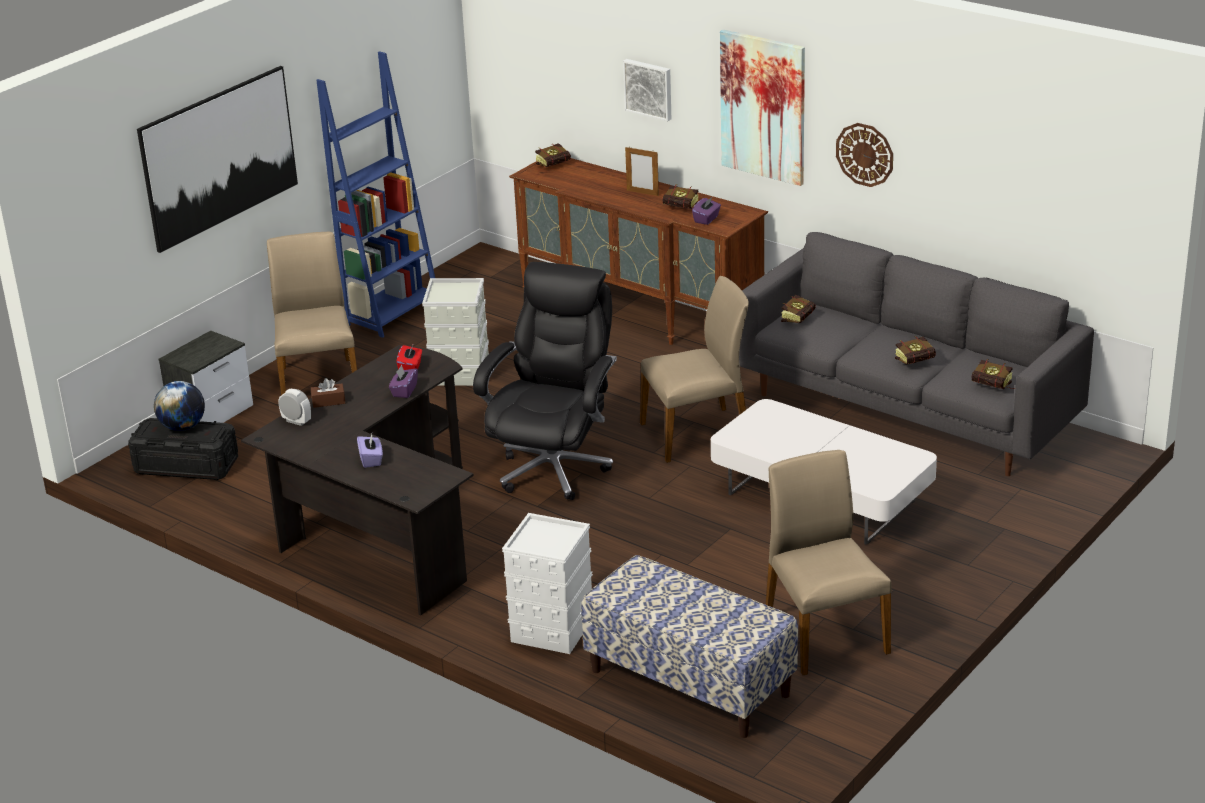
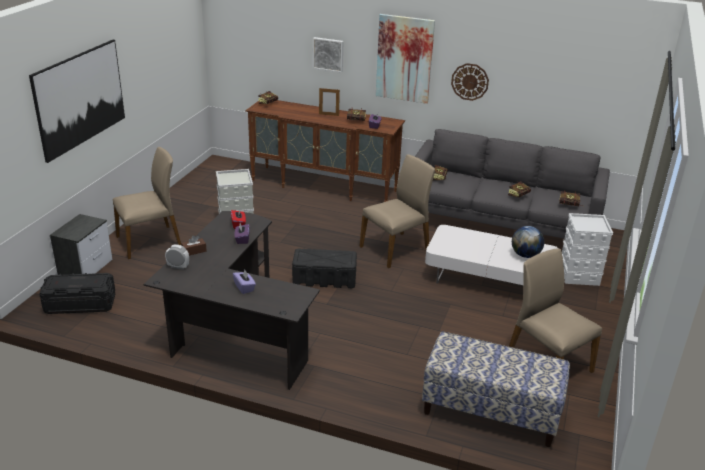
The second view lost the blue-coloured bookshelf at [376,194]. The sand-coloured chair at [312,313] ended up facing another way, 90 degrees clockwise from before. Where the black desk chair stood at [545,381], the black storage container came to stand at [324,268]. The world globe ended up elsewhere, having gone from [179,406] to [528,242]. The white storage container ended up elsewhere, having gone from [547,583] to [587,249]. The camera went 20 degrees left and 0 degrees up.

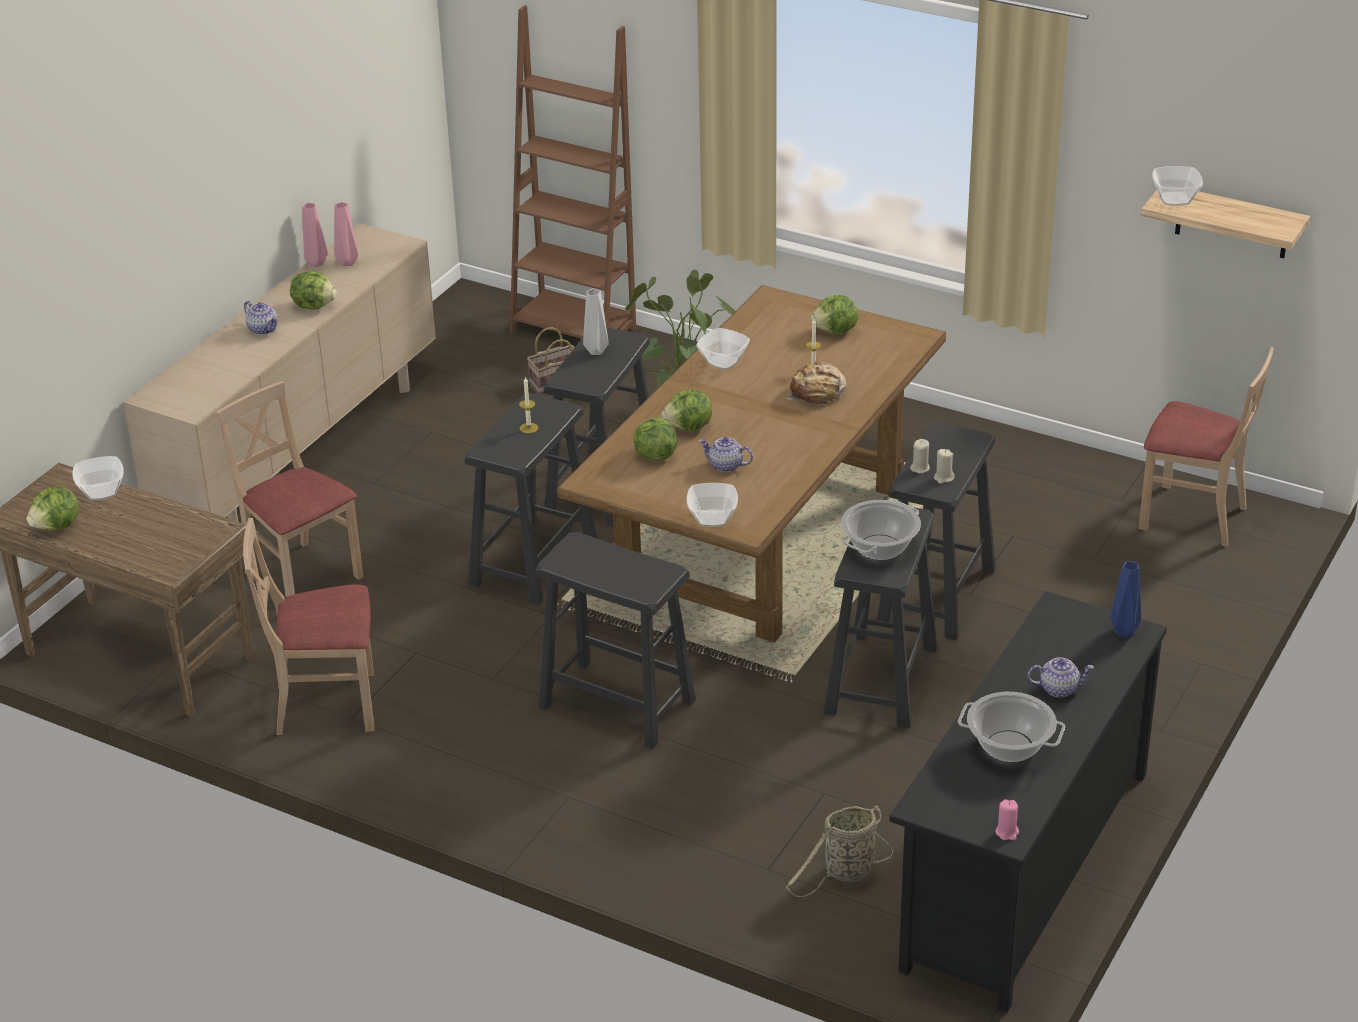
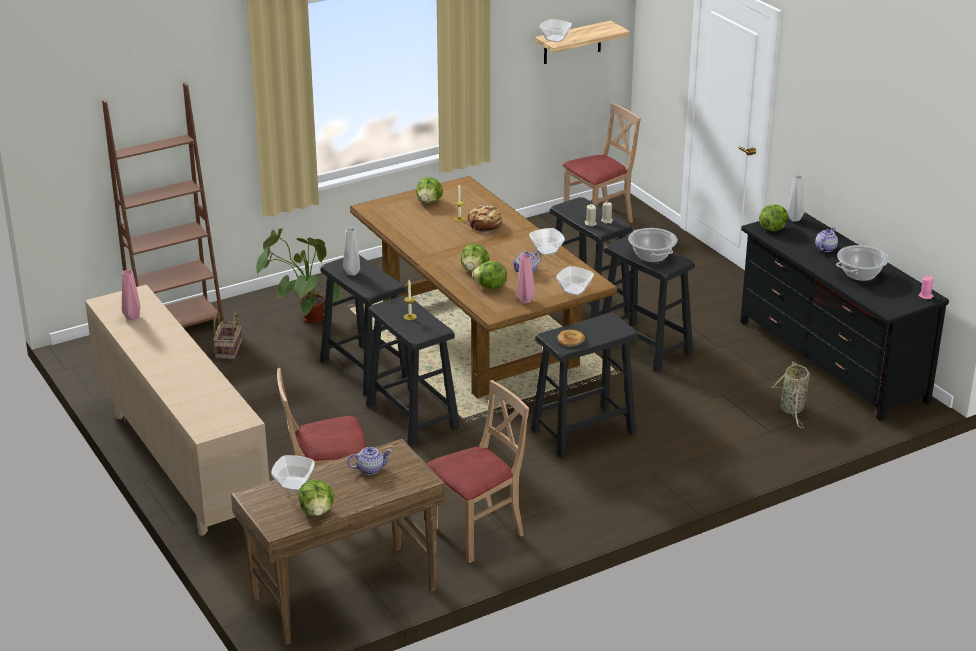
The pink-coloured decorative vase ended up elsewhere, having gone from [315,235] to [526,278]. The lettuce ended up elsewhere, having gone from [313,290] to [773,217]. The tea pot ended up elsewhere, having gone from [261,318] to [369,461]. The deep dish ended up elsewhere, having gone from [723,349] to [547,241]. The sand-coloured chair at [309,626] ended up facing another way, 150 degrees counterclockwise from before. What was the blue-coloured decorative vase at [1126,599] turned into the greyish decorative vase at [796,198]. The second view gained the bread at [571,338]. The camera went 60 degrees left and 5 degrees down.

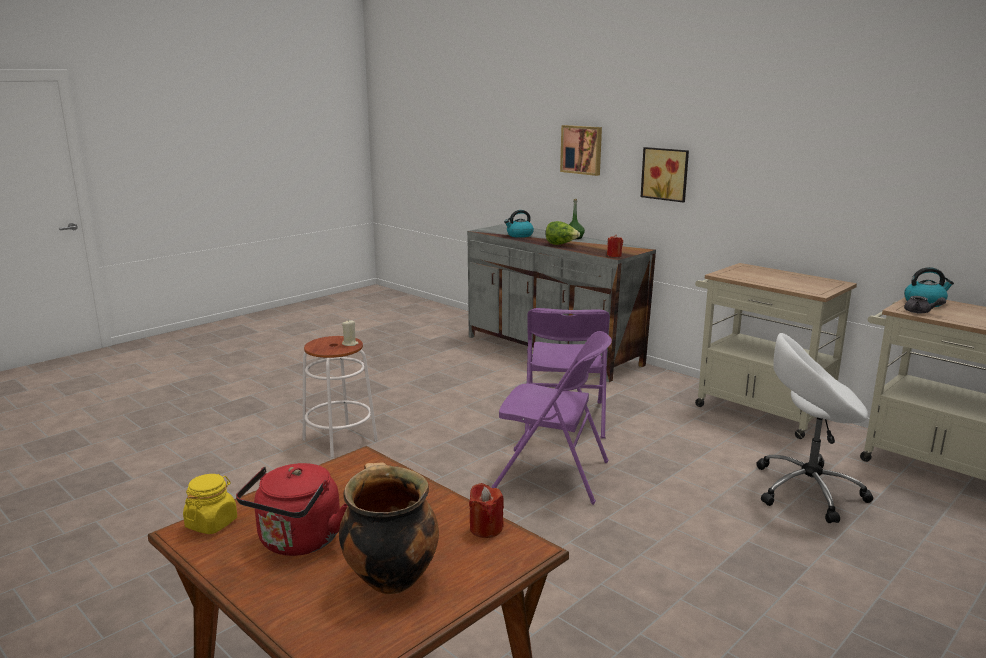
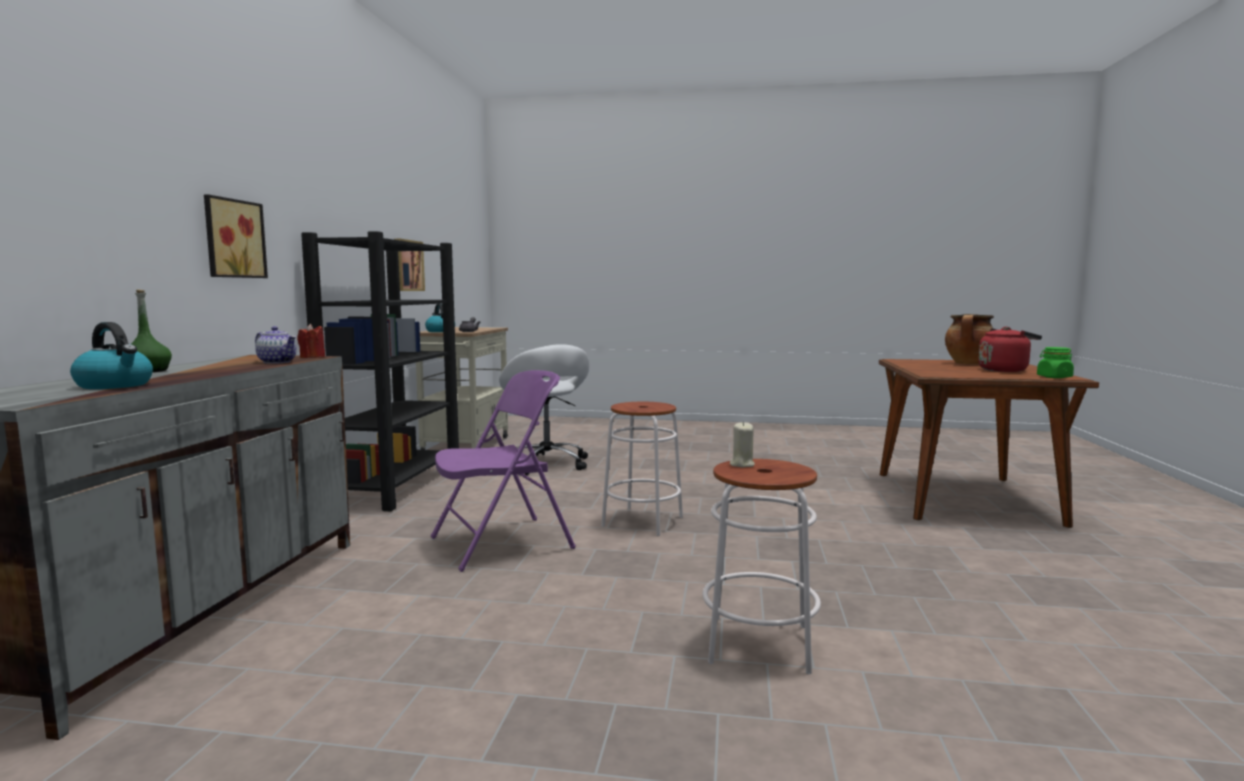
The wall art ended up elsewhere, having gone from [581,150] to [409,265]. The second view lost the lettuce at [563,233]. Where the sand-coloured trolley stood at [776,351], the black bookshelf came to stand at [380,371]. Where the purplish chair stood at [552,418], the white sitting stool came to stand at [642,469]. What was the yellow-coloured preserve jar at [210,504] turned into the greenish preserve jar at [1055,362]. The second view lost the red candle at [486,510]. The second view gained the tea pot at [276,345]. The camera went 125 degrees left and 10 degrees down.

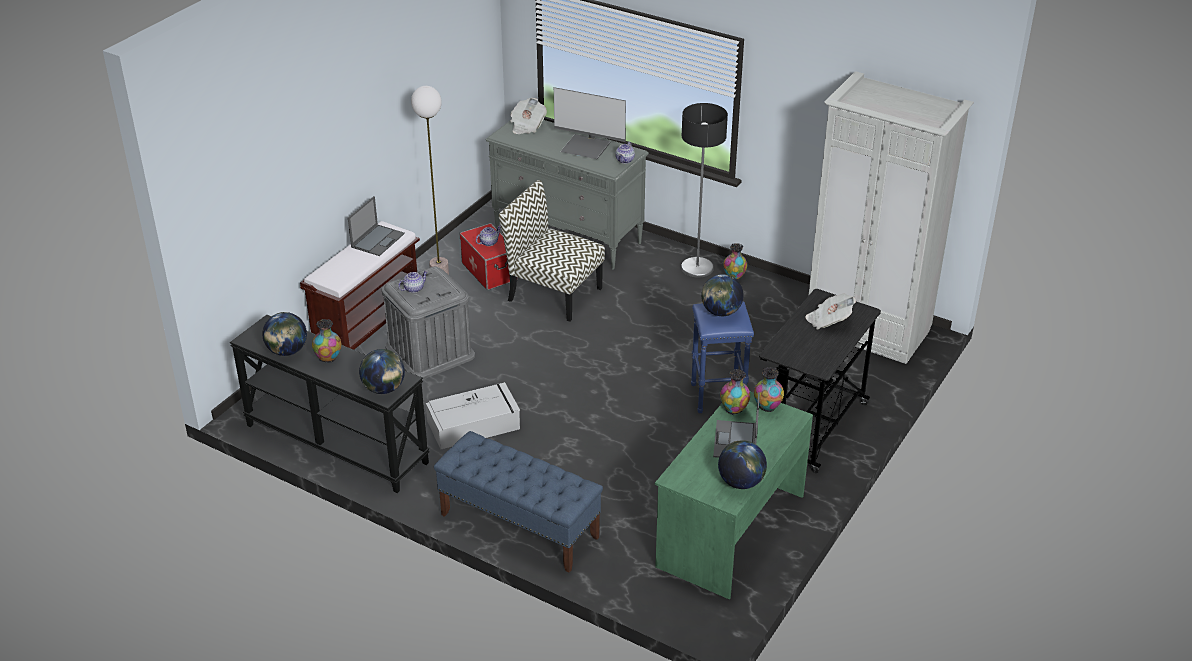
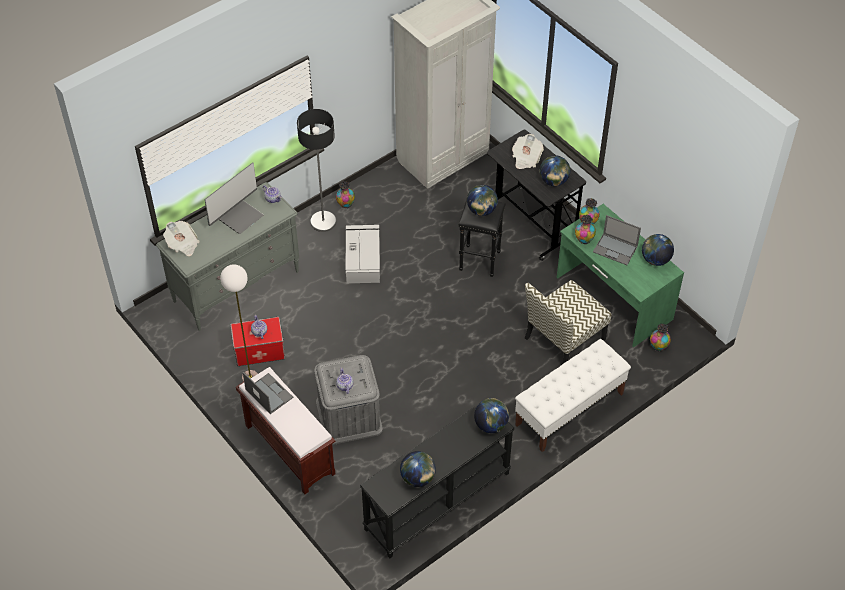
The chair ended up elsewhere, having gone from [552,251] to [568,322]. What was the blue-coloured sitting stool at [722,357] turned into the black sitting stool at [482,238]. The decorative vase ended up elsewhere, having gone from [326,341] to [660,338]. The greyish storage container ended up elsewhere, having gone from [473,415] to [362,254]. What was the blue-coloured indoor bench at [518,502] turned into the white indoor bench at [573,395]. The second view gained the world globe at [555,170]. The camera went 70 degrees left and 15 degrees up.

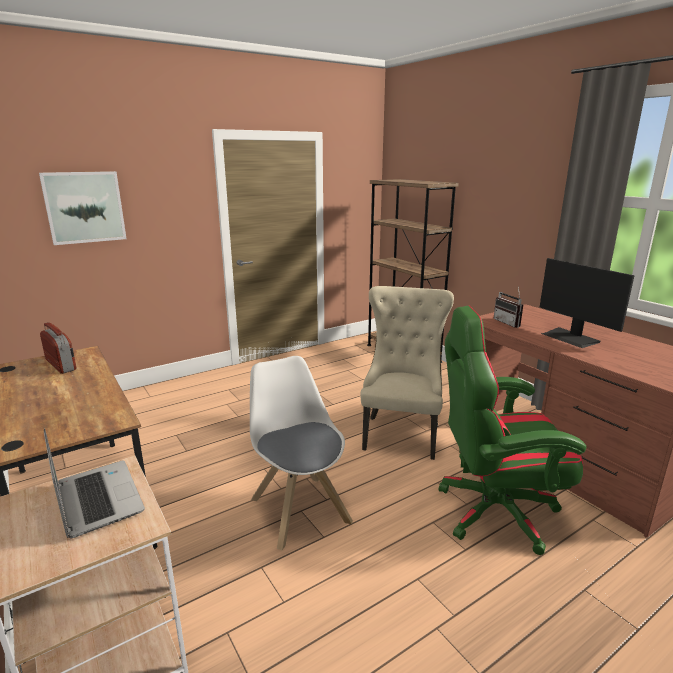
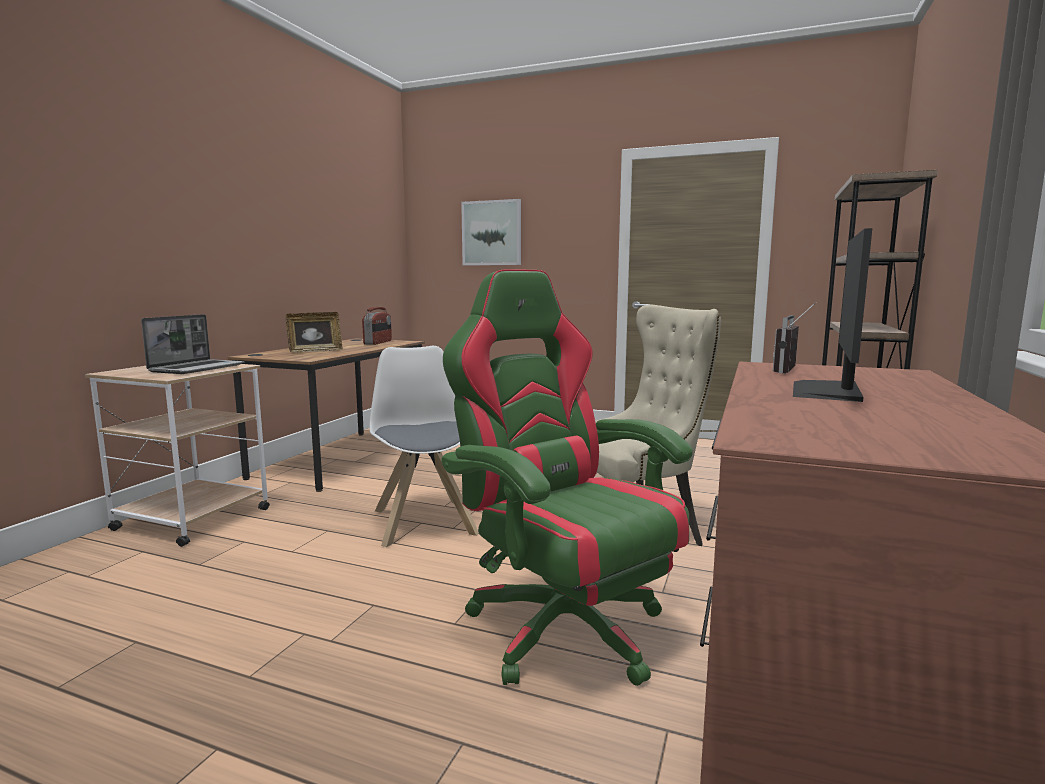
The chair at [301,453] ended up facing another way, 45 degrees counterclockwise from before. The second view gained the standing frame at [314,332]. The camera went 55 degrees right and 10 degrees down.

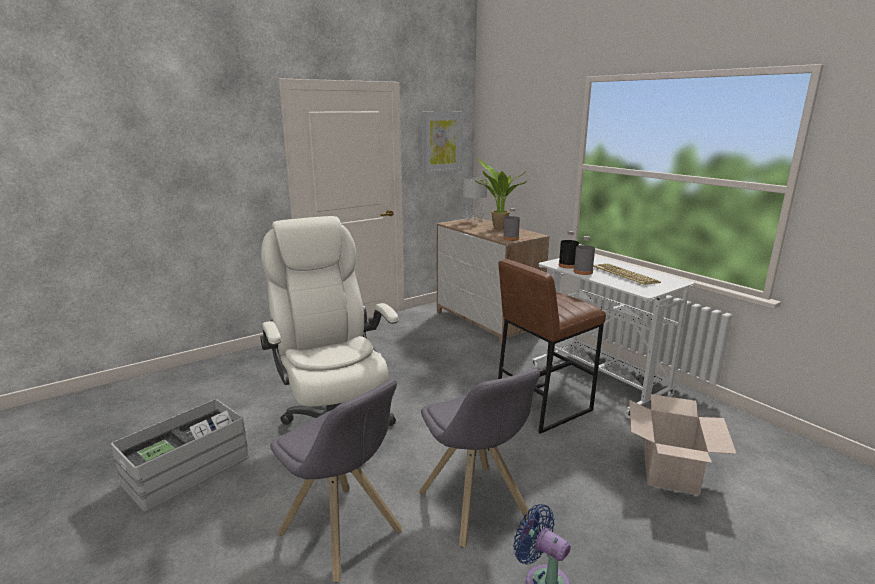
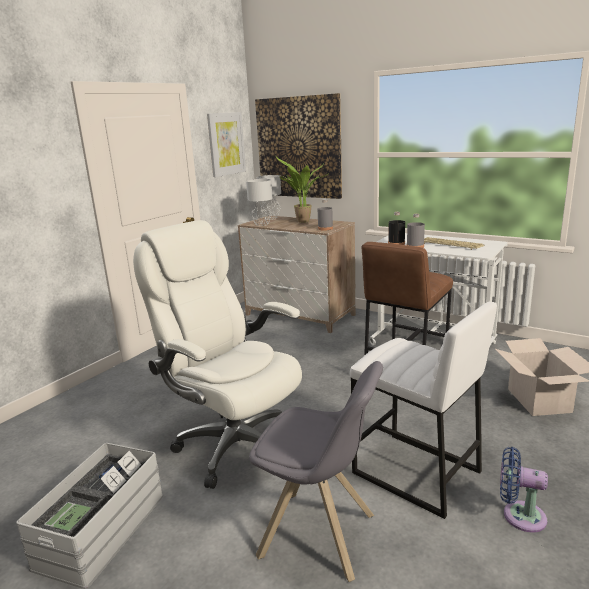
Where the greyish chair stood at [479,458], the white sitting stool came to stand at [423,410]. The second view gained the wall art at [298,146]. The second view gained the greyish tabletop lamp at [259,202]. The camera went 20 degrees left and 0 degrees up.

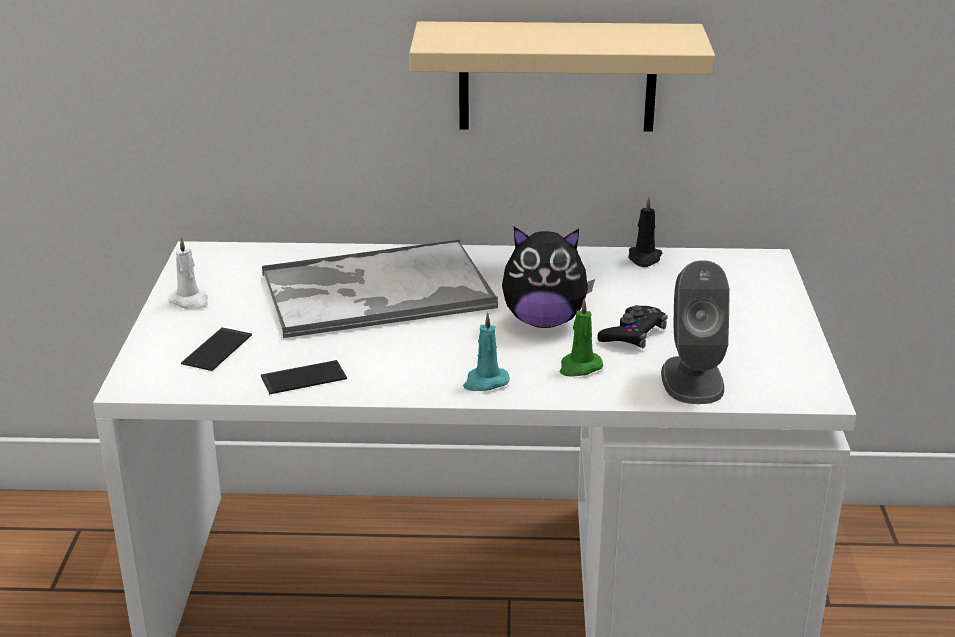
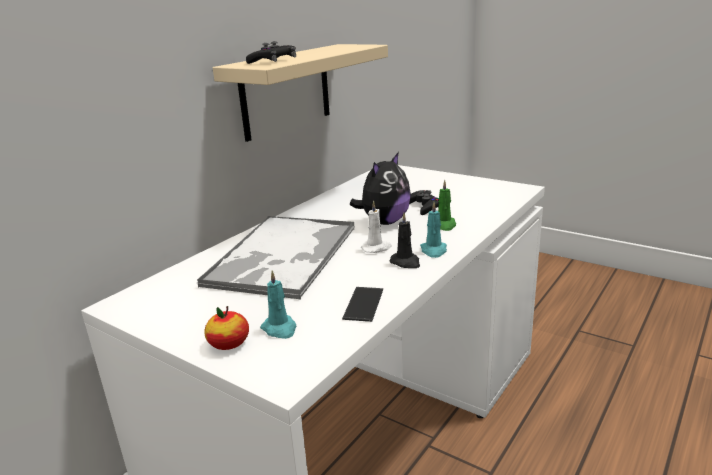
The black candle ended up elsewhere, having gone from [645,232] to [405,240]. The white candle ended up elsewhere, having gone from [188,273] to [376,227]. The second view lost the greyish speaker at [695,332]. Where the telephone stood at [216,349], the turquoise candle came to stand at [278,304]. The second view gained the black joypad at [271,52]. The second view gained the apple at [226,328]. The camera went 55 degrees left and 5 degrees down.

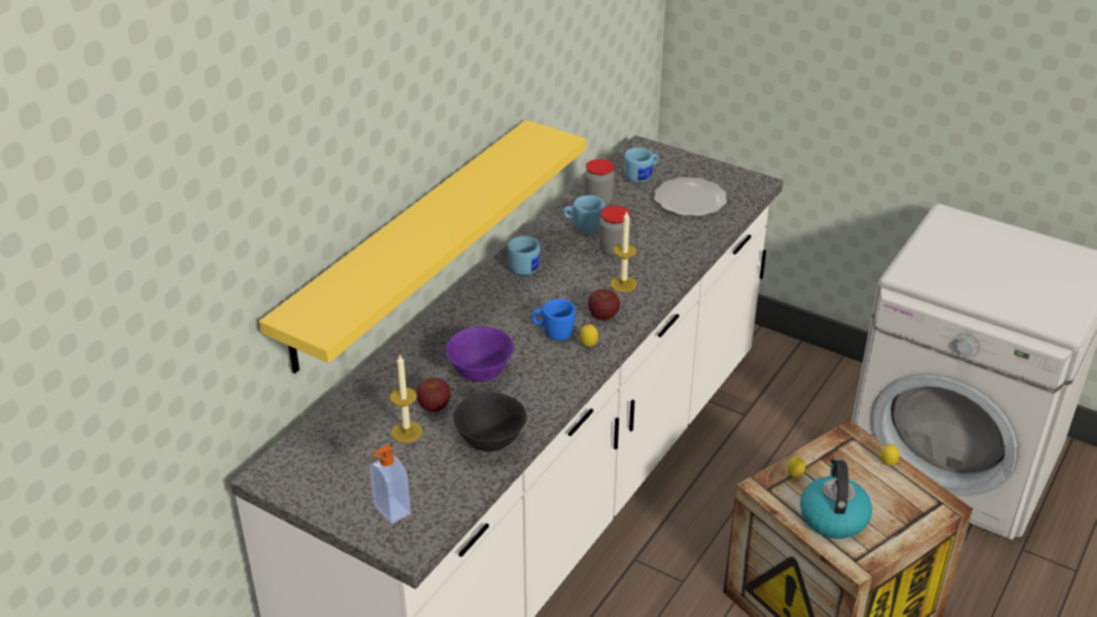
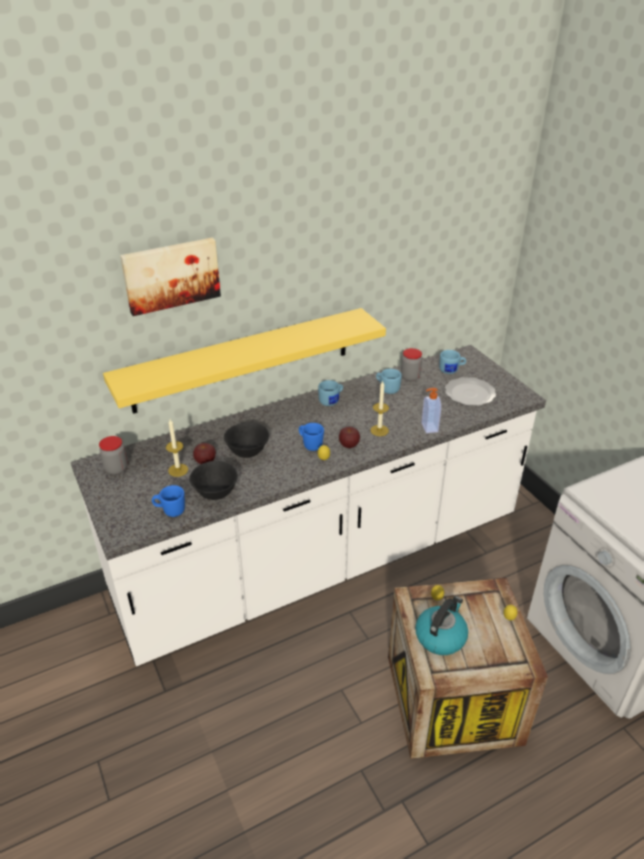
The preserve jar ended up elsewhere, having gone from [615,231] to [113,455]. What was the purplish deep dish at [479,354] turned into the black deep dish at [246,440]. The soap dispenser ended up elsewhere, having gone from [390,484] to [431,410]. The second view gained the wall art at [170,277]. The second view gained the blue-coloured mug at [168,501]. The camera went 30 degrees right and 0 degrees up.

